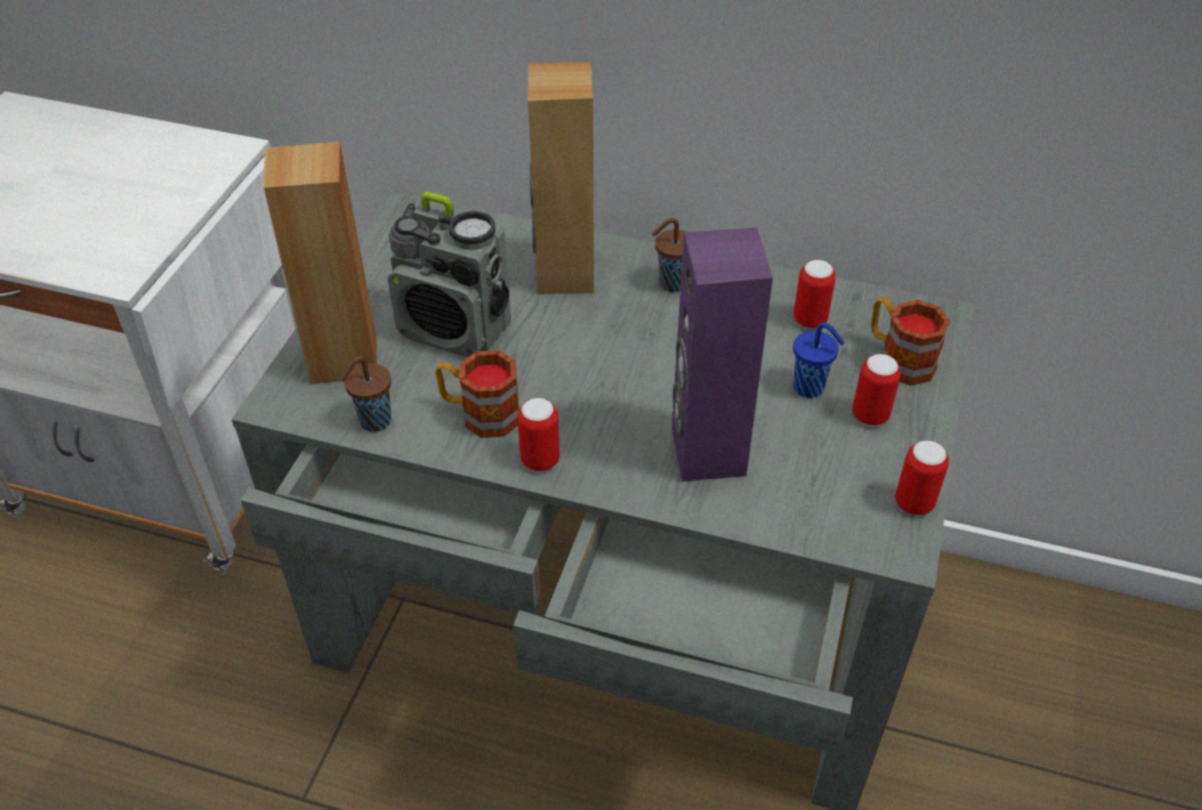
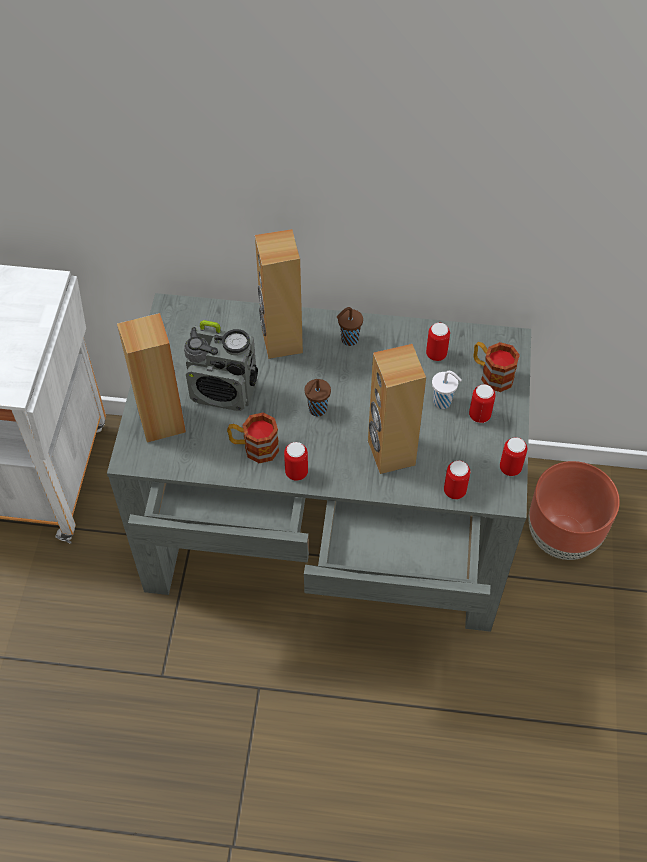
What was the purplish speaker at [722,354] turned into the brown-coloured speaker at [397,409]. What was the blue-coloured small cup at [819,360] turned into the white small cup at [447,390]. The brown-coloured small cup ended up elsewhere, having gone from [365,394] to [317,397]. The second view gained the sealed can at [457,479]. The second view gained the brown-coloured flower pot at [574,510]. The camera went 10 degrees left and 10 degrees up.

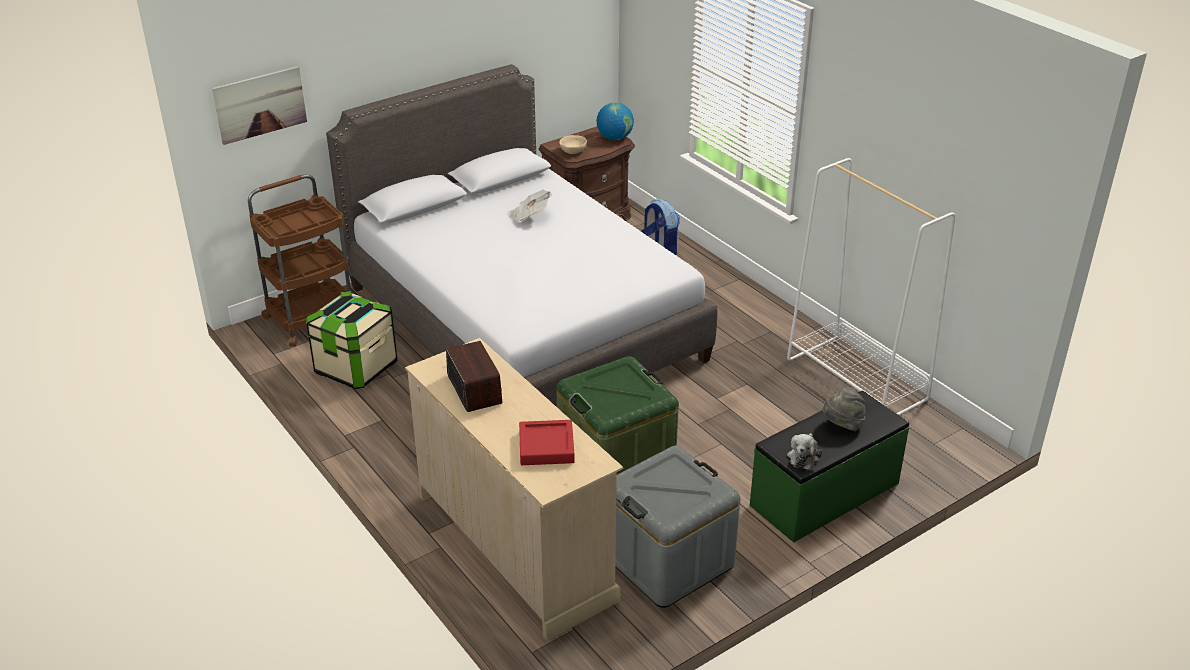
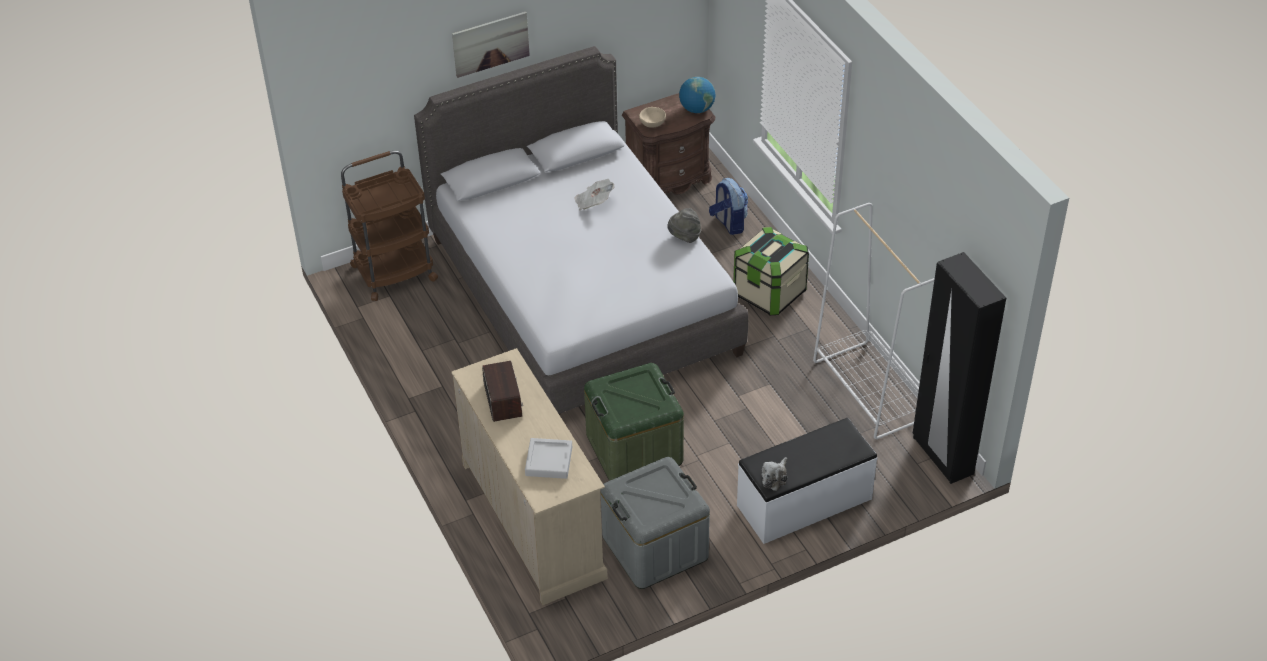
The wall art ended up elsewhere, having gone from [259,105] to [491,45]. The storage container ended up elsewhere, having gone from [352,340] to [771,271]. The greyish clothing hat ended up elsewhere, having gone from [844,409] to [684,225]. What was the greenish indoor bench at [830,467] turned into the white indoor bench at [807,481]. What was the red tray at [547,442] turned into the greyish tray at [548,458]. The second view gained the black clothes cupboard at [959,368]. The camera went 10 degrees right and 10 degrees up.

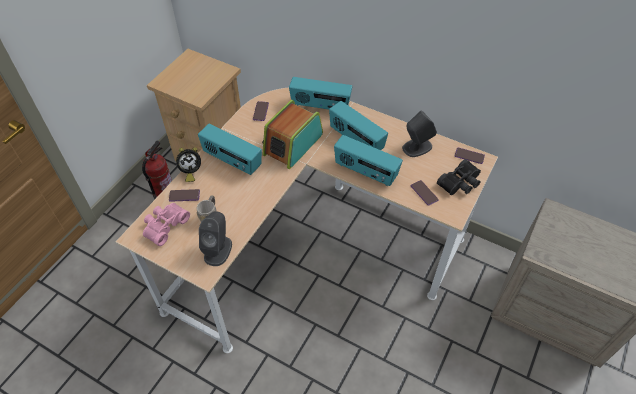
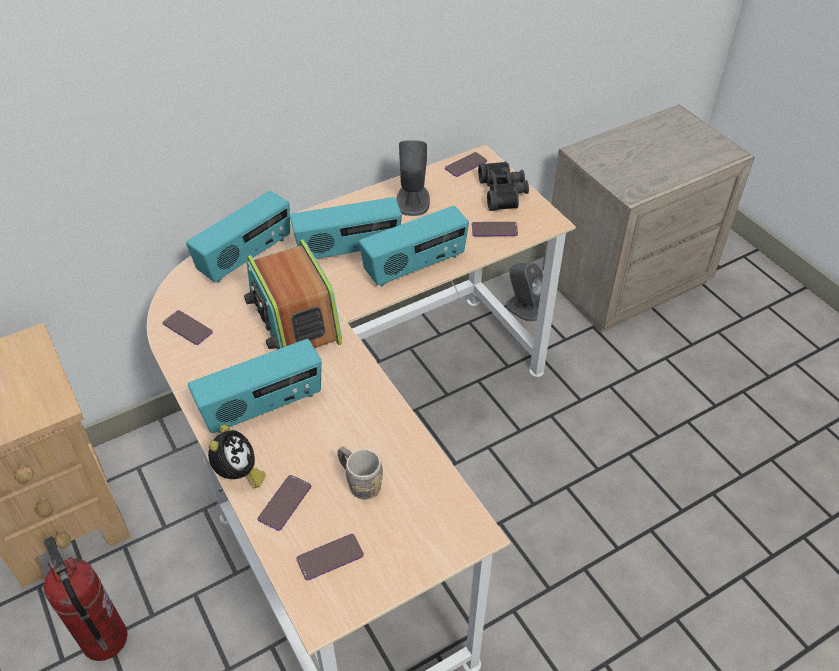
Where the pink-coloured pair of binoculars stood at [166,224], the telephone came to stand at [330,557]. The greyish speaker ended up elsewhere, having gone from [215,238] to [524,292]. The camera went 60 degrees left and 5 degrees down.

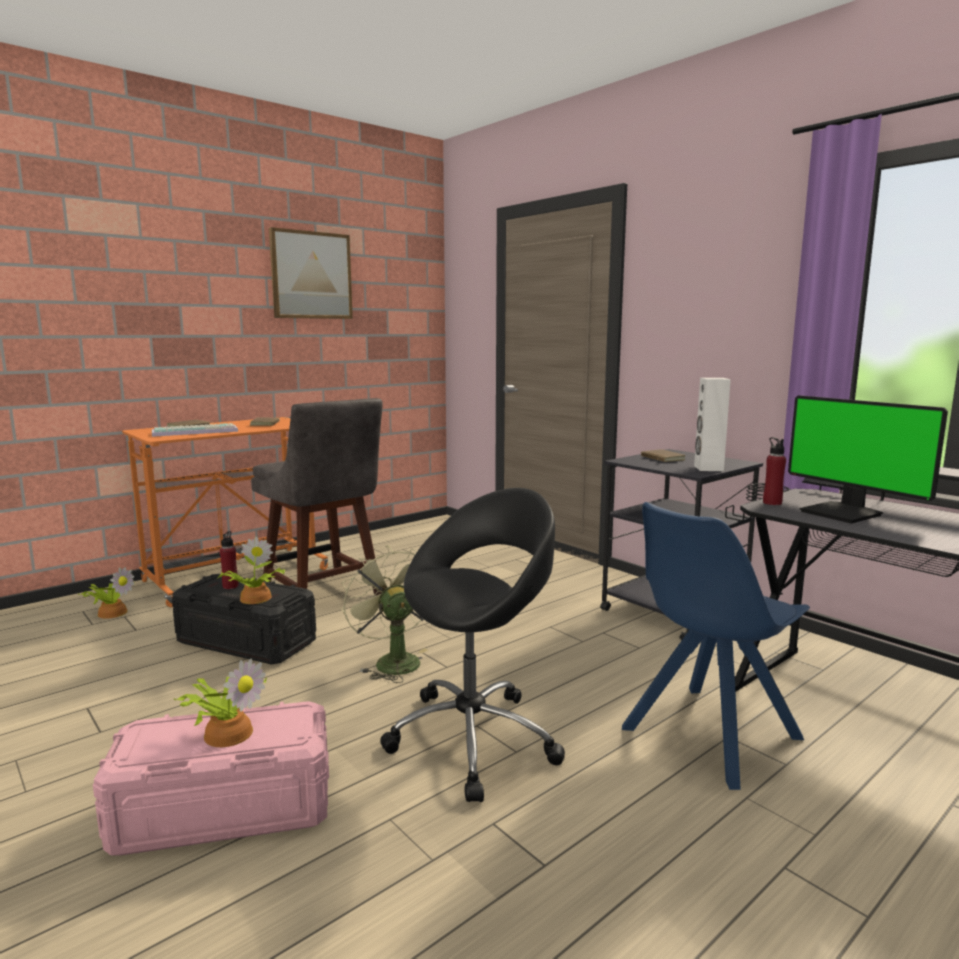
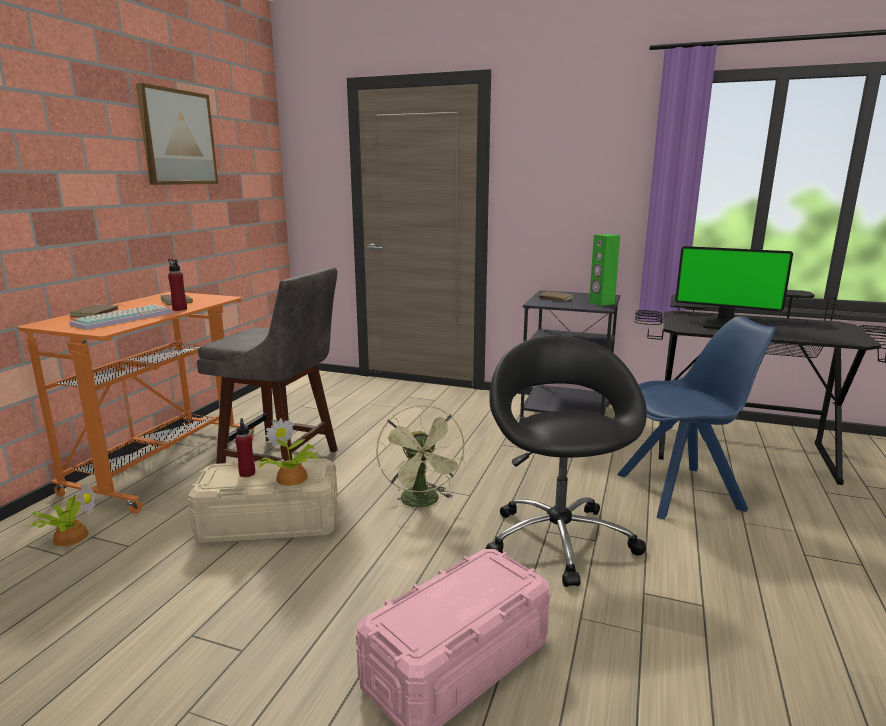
What was the white speaker at [712,424] turned into the greenish speaker at [604,270]. The red bottle ended up elsewhere, having gone from [774,471] to [177,285]. The black desk chair at [472,645] ended up facing another way, 45 degrees counterclockwise from before. The blue-coloured chair at [716,646] ended up facing another way, 120 degrees counterclockwise from before. The greenish electric fan at [385,614] ended up facing another way, 135 degrees counterclockwise from before. What was the black storage container at [244,619] turned into the sand-coloured storage container at [263,501]. The second view lost the plant in a pot at [220,703]. The camera went 30 degrees left and 5 degrees up.

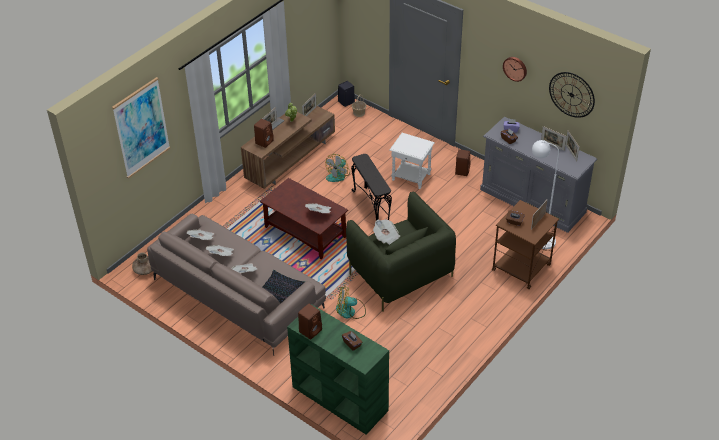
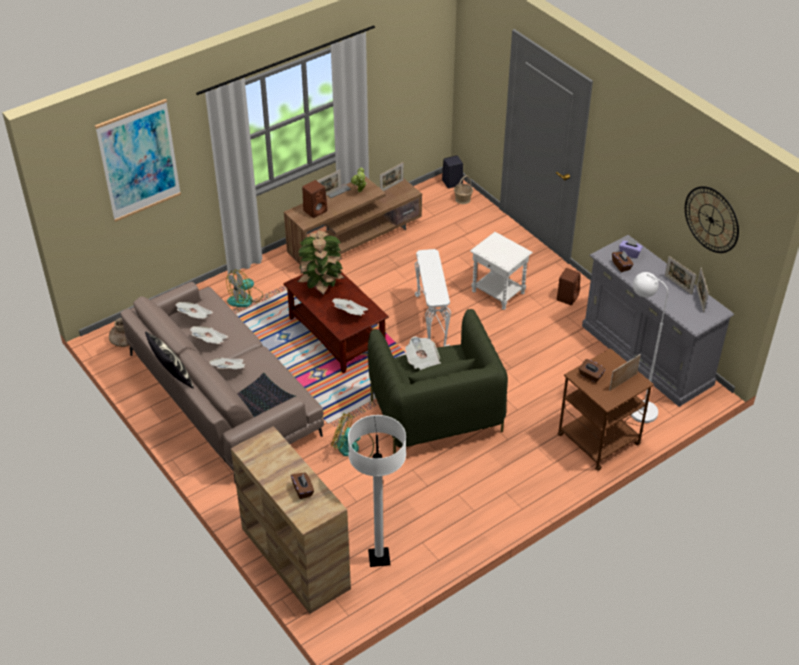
The second view lost the clock on the wall at [515,69]. The electric fan ended up elsewhere, having gone from [338,168] to [244,288]. What was the black side table at [371,187] turned into the white side table at [433,297]. What was the greenish bookshelf at [338,369] turned into the brown-coloured bookshelf at [291,520]. The second view lost the brown-coloured speaker at [310,322]. The second view gained the plant in a pot at [321,262]. The second view gained the pillow at [169,360]. The second view gained the white standard lamp at [377,491]. The camera went 15 degrees right and 0 degrees up.

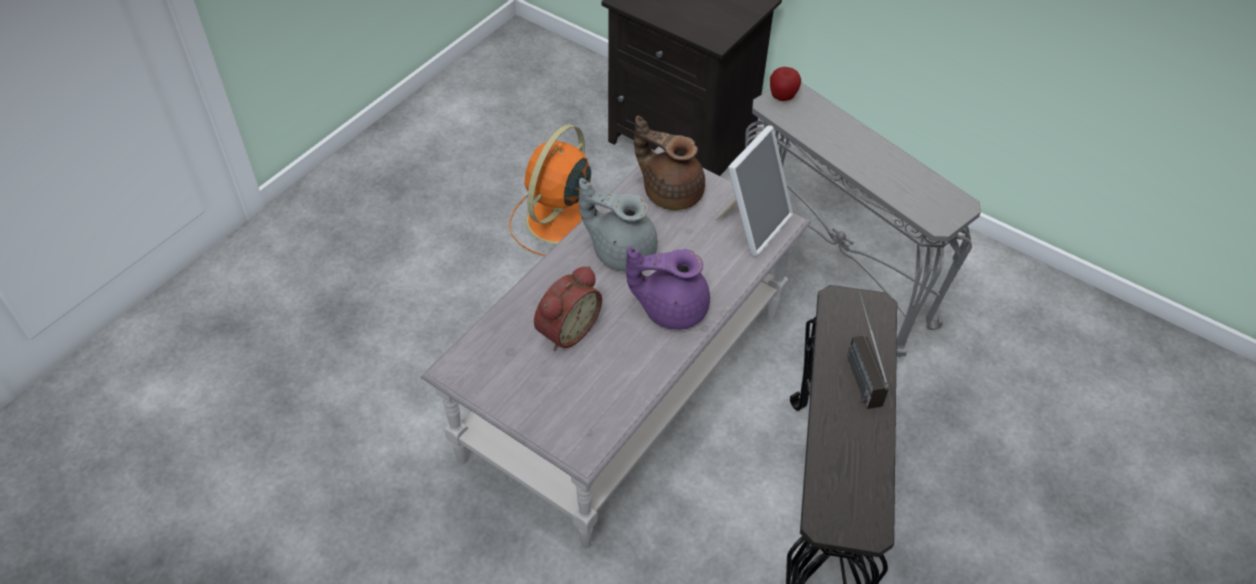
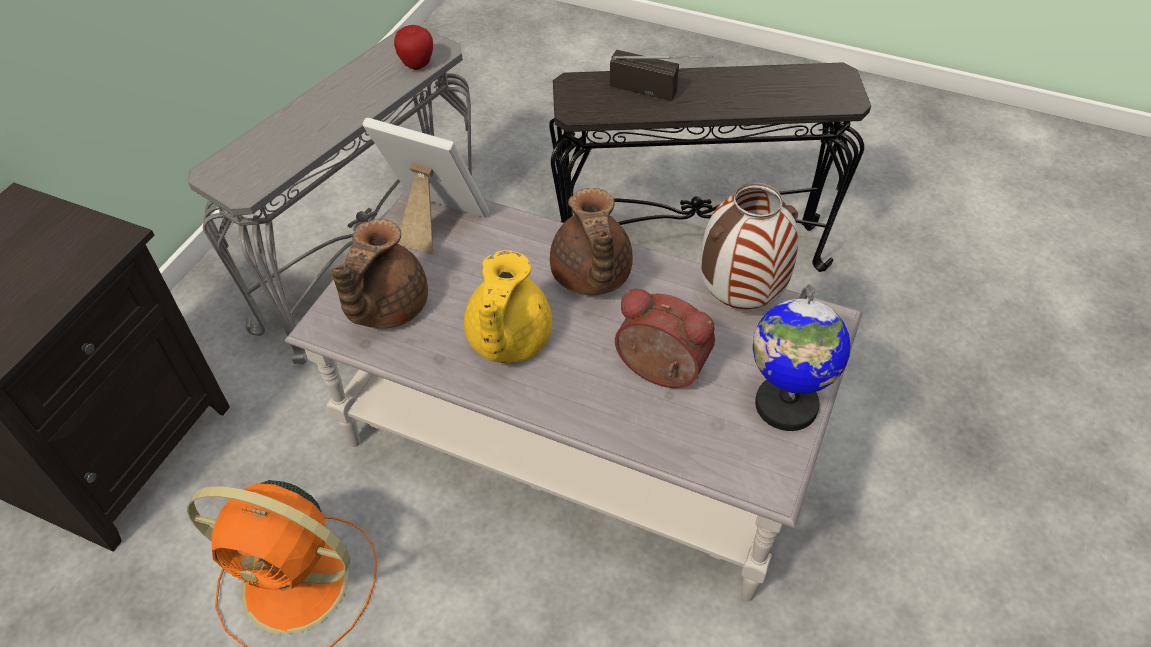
The apple ended up elsewhere, having gone from [785,84] to [413,47]. What was the greyish tea pot at [618,224] turned into the yellow-coloured tea pot at [508,306]. What was the purplish tea pot at [668,288] turned into the brown-coloured tea pot at [591,242]. The radio receiver at [868,350] ended up facing another way, 135 degrees counterclockwise from before. The second view gained the decorative vase at [749,246]. The second view gained the world globe at [801,357]. The camera went 100 degrees left and 0 degrees up.

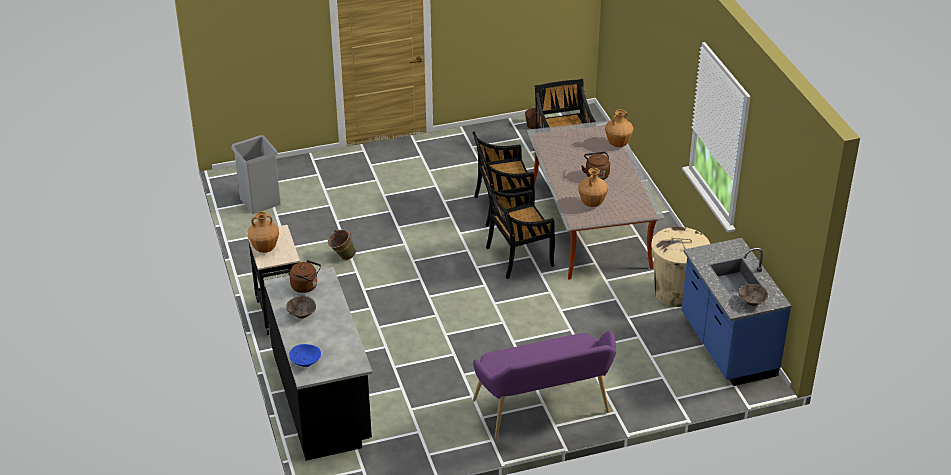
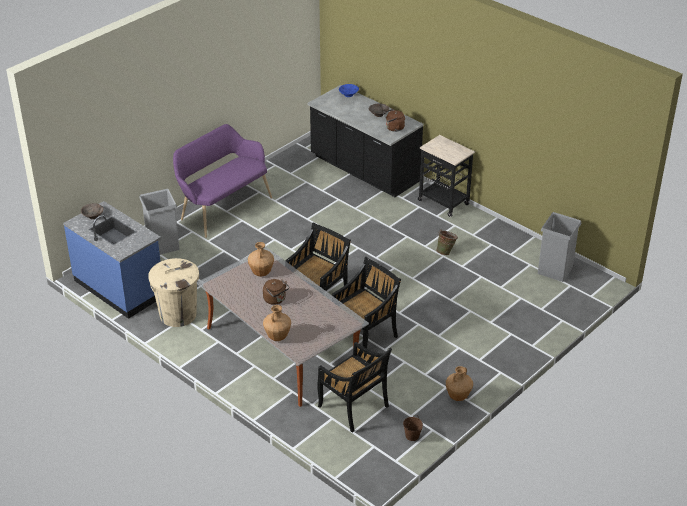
The brown-coloured decorative vase ended up elsewhere, having gone from [263,232] to [459,383]. The second view gained the greyish waste bin at [159,222]. The camera went 150 degrees right and 0 degrees up.

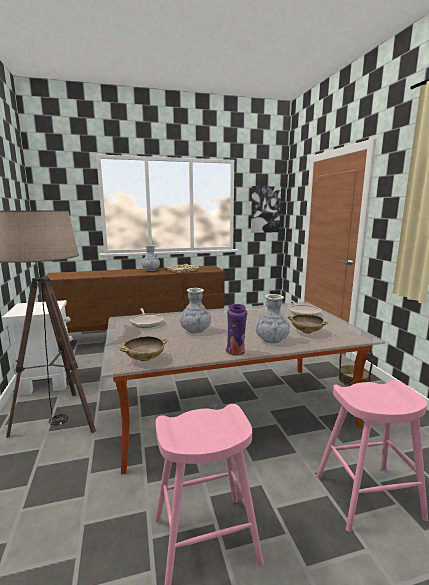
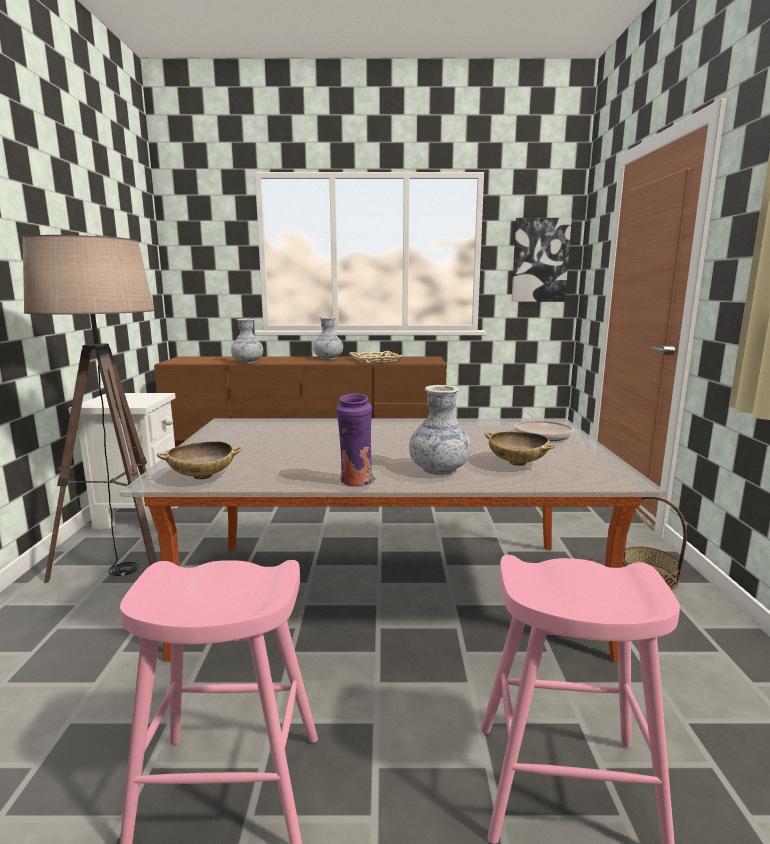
The decorative vase ended up elsewhere, having gone from [195,311] to [247,341]. The second view lost the frying pan at [147,318]. The camera went 15 degrees right and 0 degrees up.

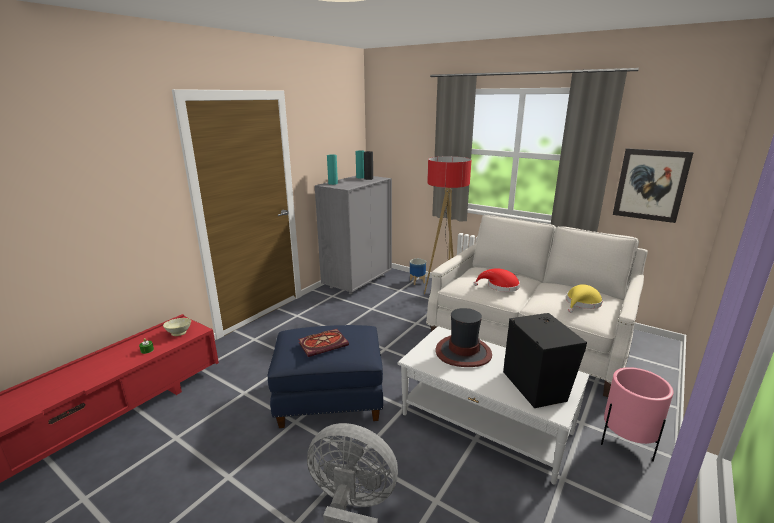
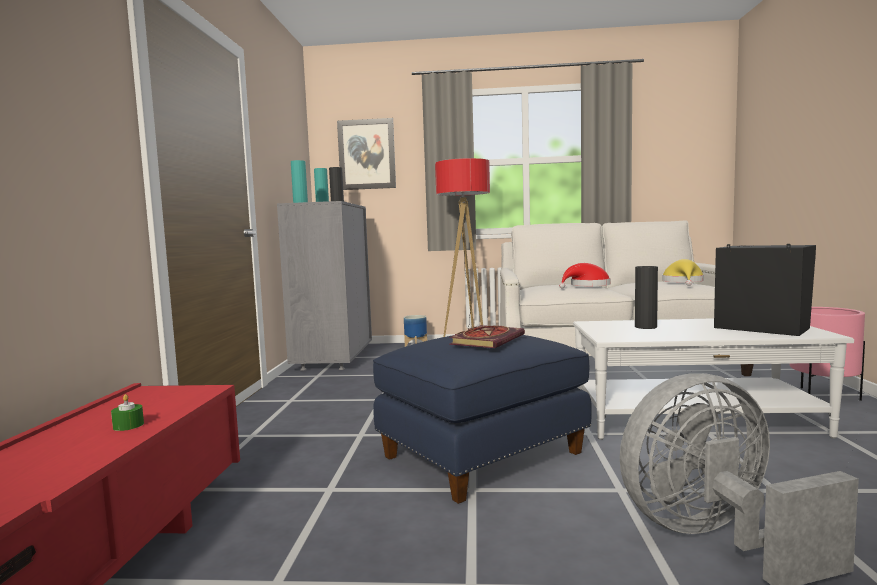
The wall art ended up elsewhere, having gone from [653,185] to [366,154]. Where the clothing hat stood at [464,337], the black decorative vase came to stand at [646,297]. The second view lost the sand-coloured deep dish at [177,327]. The camera went 30 degrees left and 15 degrees down.

